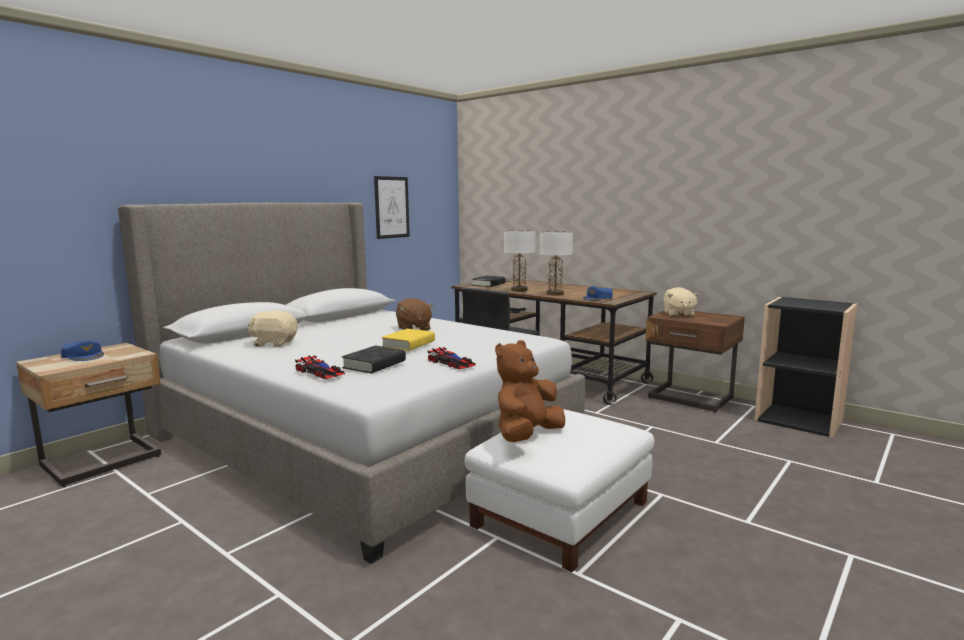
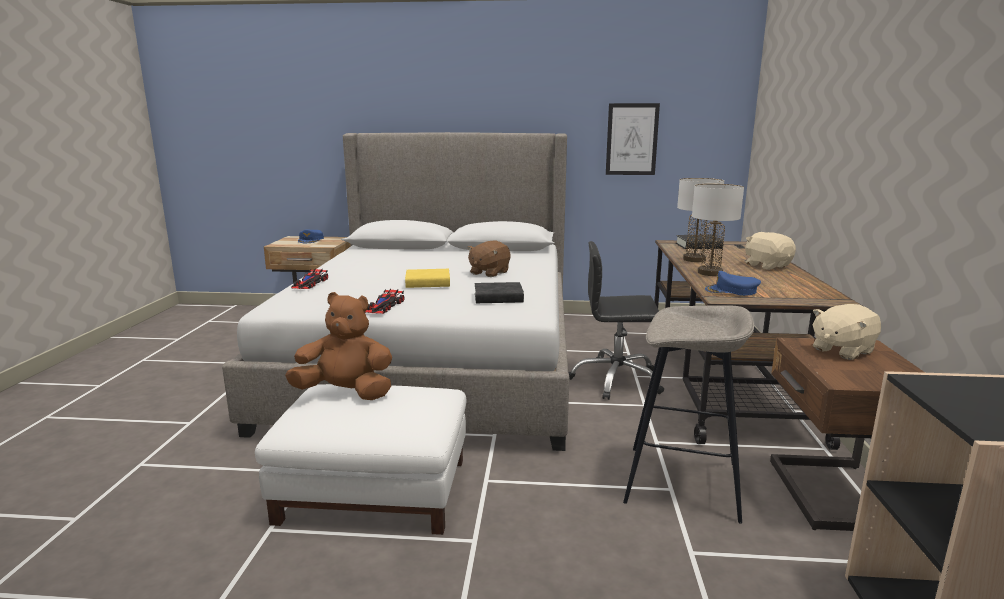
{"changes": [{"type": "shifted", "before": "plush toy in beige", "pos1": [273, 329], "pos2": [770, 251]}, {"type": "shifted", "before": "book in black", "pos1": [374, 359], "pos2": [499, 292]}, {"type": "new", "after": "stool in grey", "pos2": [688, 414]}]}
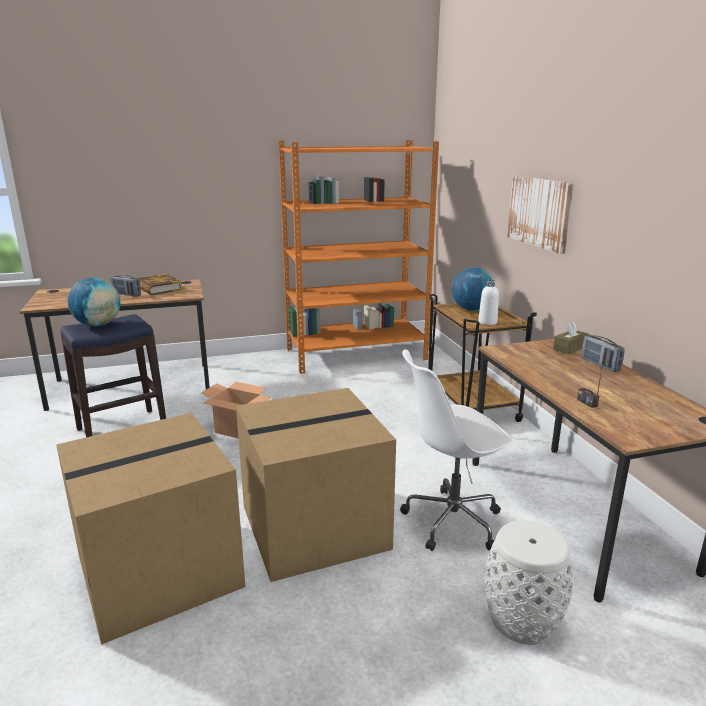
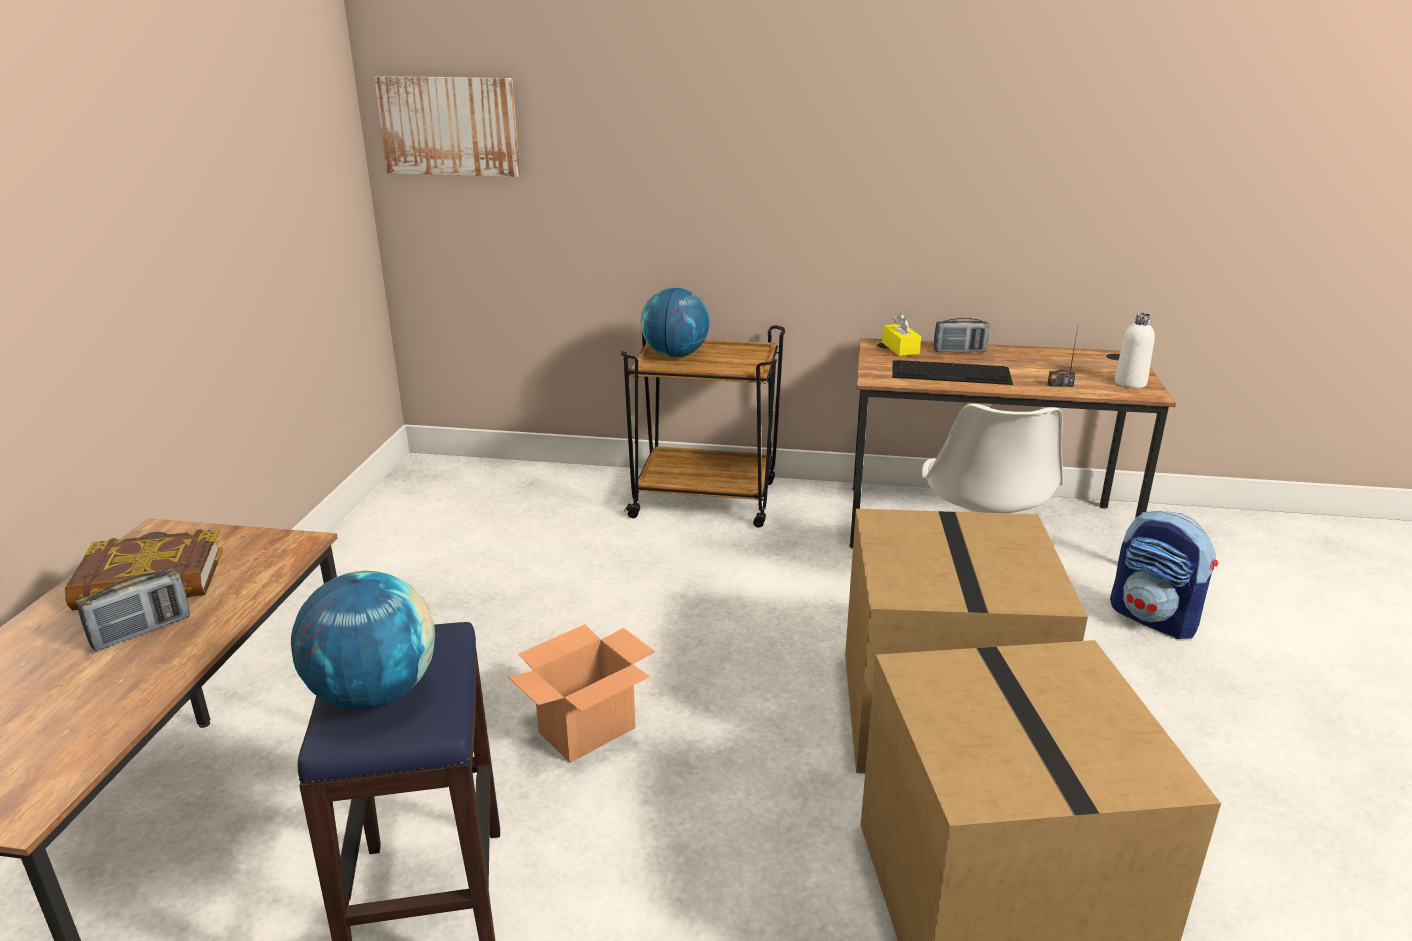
{"changes": [{"type": "gone", "before": "bookcase in orange", "pos1": [358, 257]}, {"type": "shifted", "before": "picture", "pos1": [540, 214], "pos2": [447, 126]}, {"type": "shifted", "before": "bottle in white", "pos1": [488, 302], "pos2": [1135, 350]}, {"type": "repainted", "before": "tissue box in brown", "after": "tissue box in yellow", "pos1": [571, 337], "pos2": [901, 334]}, {"type": "swapped", "before": "stool in white", "after": "backpack", "pos1": [529, 582], "pos2": [1164, 575]}, {"type": "new", "after": "keyboard", "pos2": [952, 372]}]}
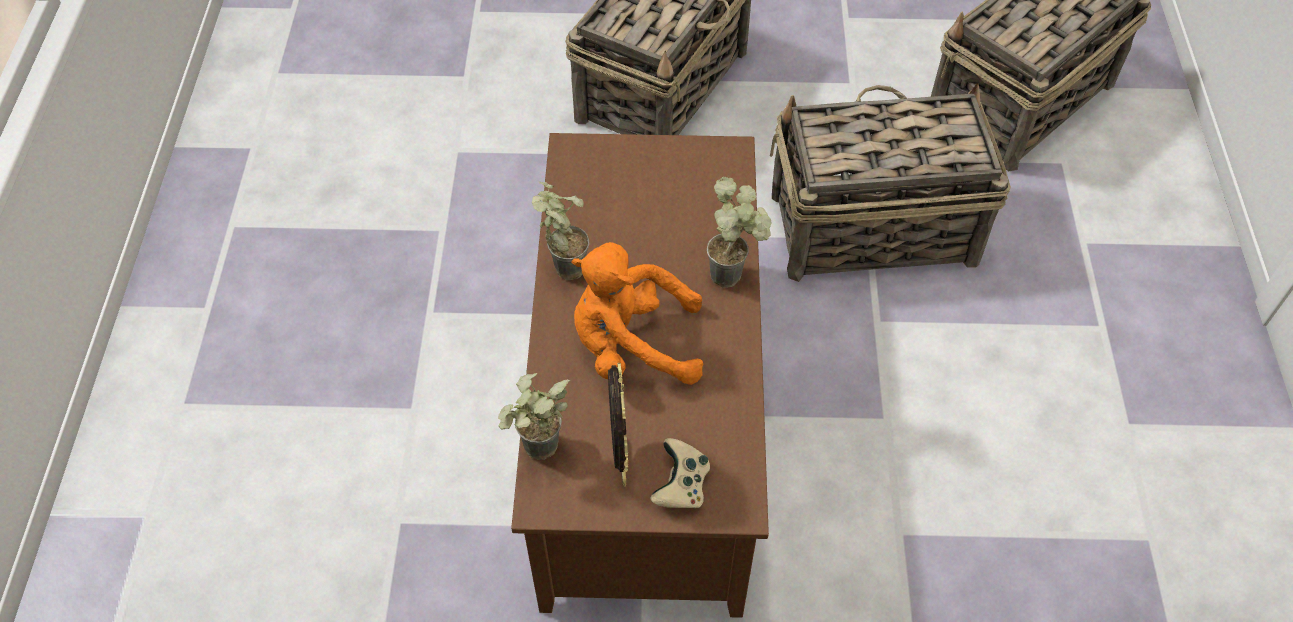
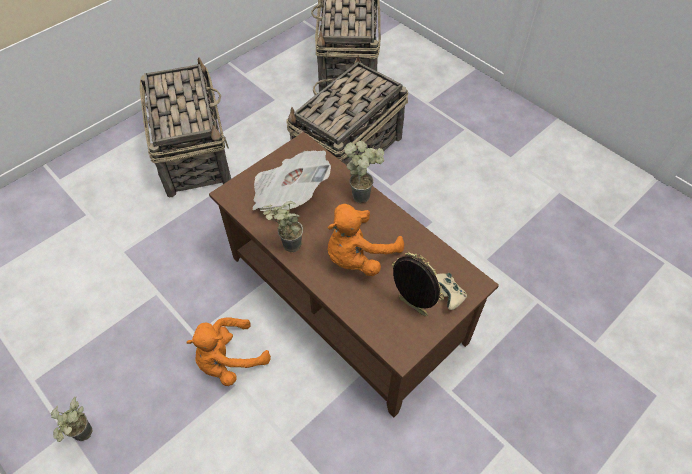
{"changes": [{"type": "shifted", "before": "potted plant", "pos1": [534, 416], "pos2": [71, 419]}, {"type": "new", "after": "newspaper", "pos2": [291, 180]}, {"type": "new", "after": "plush toy in orange", "pos2": [228, 351]}]}
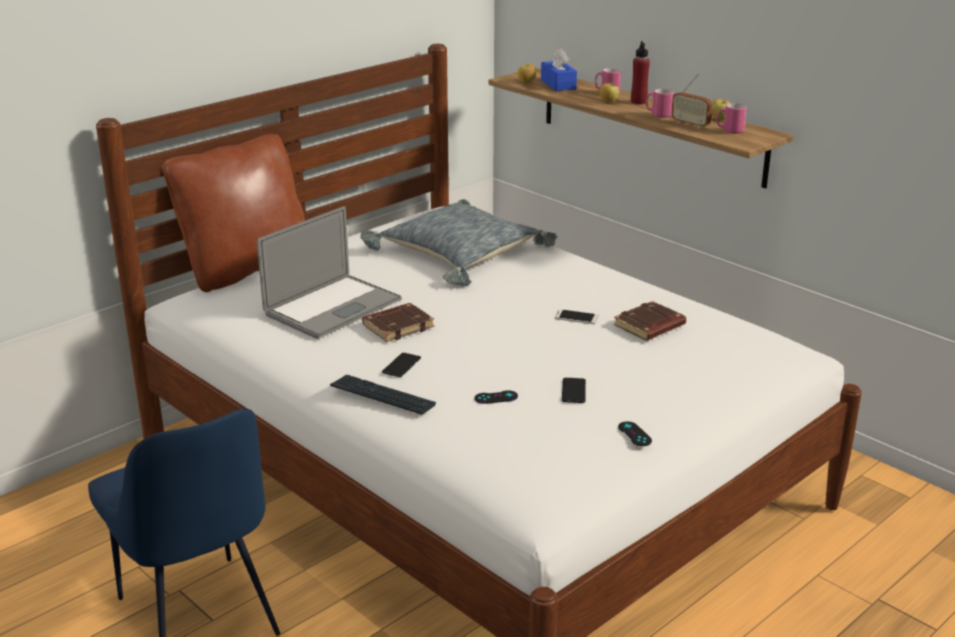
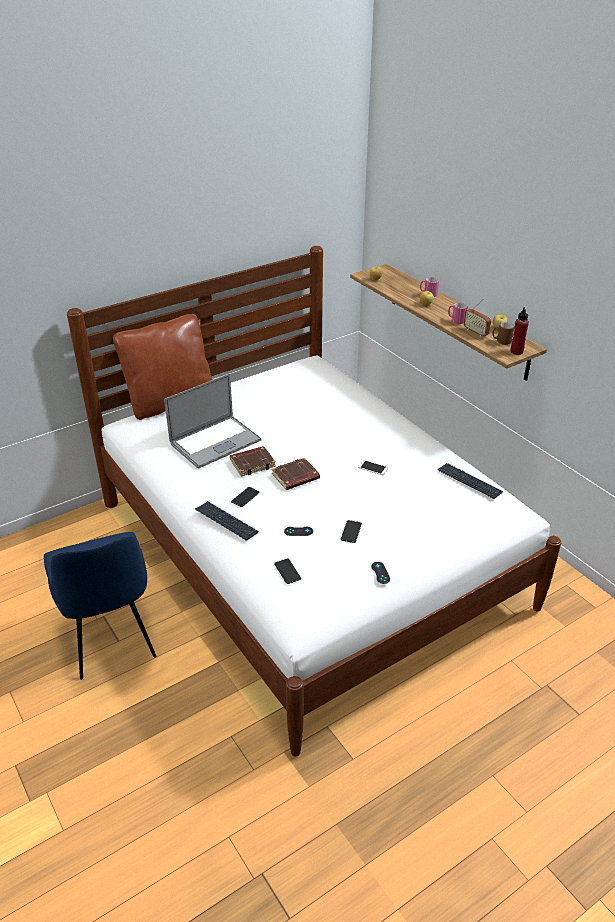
{"changes": [{"type": "shifted", "before": "bottle in red", "pos1": [640, 73], "pos2": [519, 331]}, {"type": "gone", "before": "tissue box in blue", "pos1": [559, 70]}, {"type": "repainted", "before": "mug in pink", "after": "mug in brown", "pos1": [732, 118], "pos2": [503, 333]}, {"type": "gone", "before": "pillow", "pos1": [459, 242]}, {"type": "shifted", "before": "book in brown", "pos1": [650, 321], "pos2": [296, 474]}, {"type": "new", "after": "keyboard", "pos2": [470, 481]}, {"type": "new", "after": "phone", "pos2": [287, 571]}]}
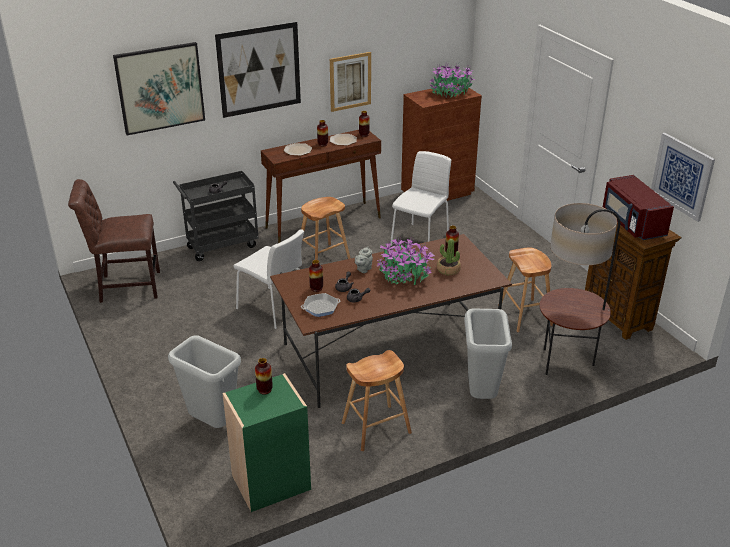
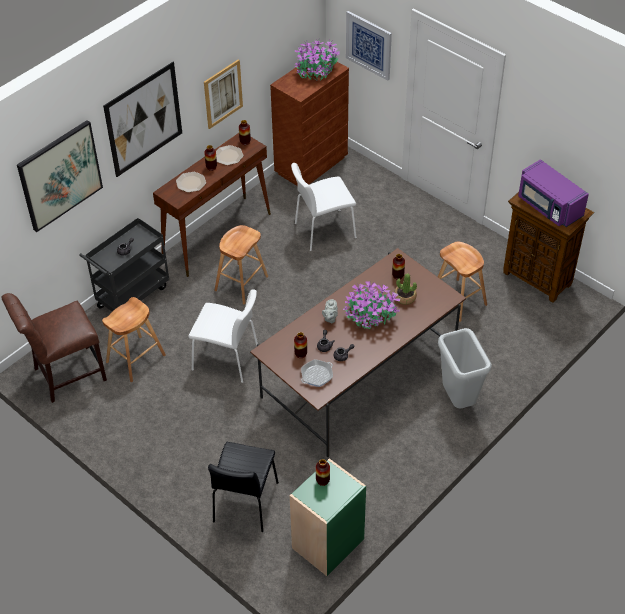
{"changes": [{"type": "shifted", "before": "picture", "pos1": [683, 177], "pos2": [369, 46]}, {"type": "rotated", "before": "chair in white", "pos1": [420, 198], "pos2": [324, 207], "turn": -120}, {"type": "repainted", "before": "microwave in red", "after": "microwave in purple", "pos1": [638, 207], "pos2": [553, 193]}, {"type": "gone", "before": "floor lamp", "pos1": [580, 289]}, {"type": "swapped", "before": "trash can in grey", "after": "chair in black", "pos1": [204, 381], "pos2": [243, 487]}, {"type": "shifted", "before": "stool in brown", "pos1": [377, 400], "pos2": [134, 339]}]}
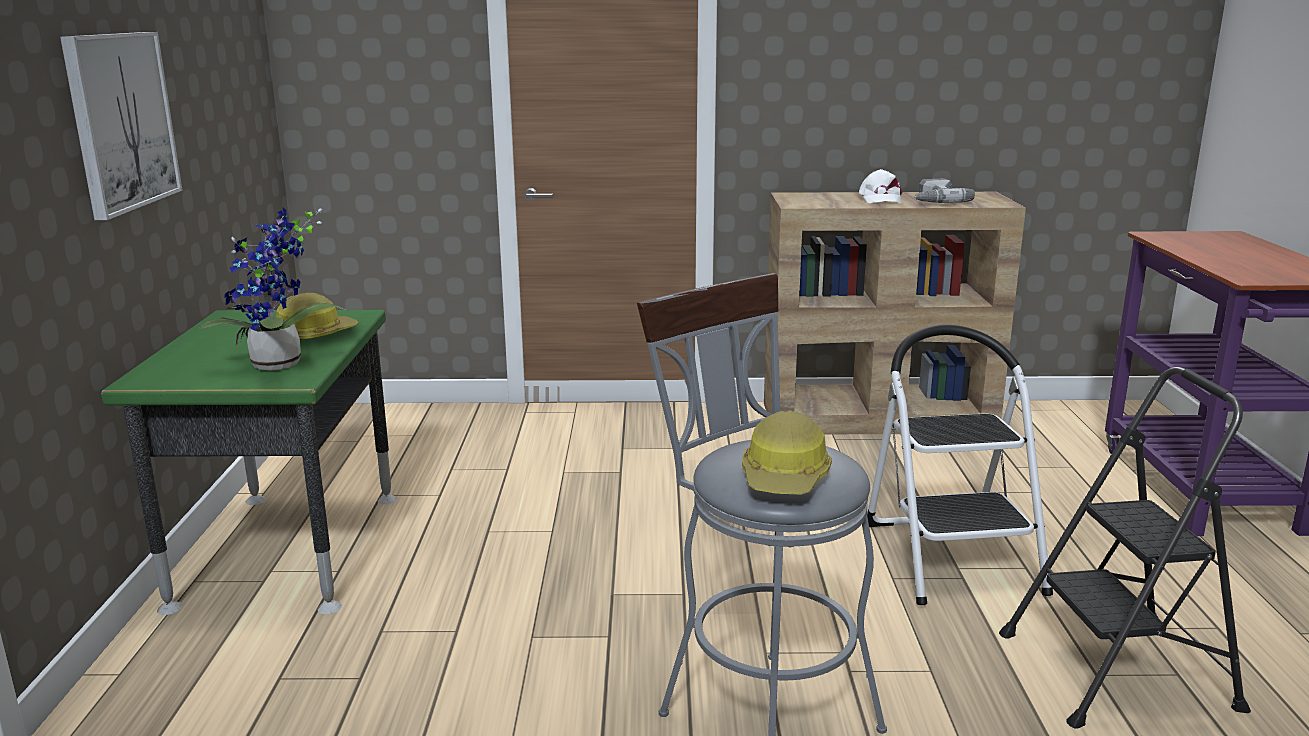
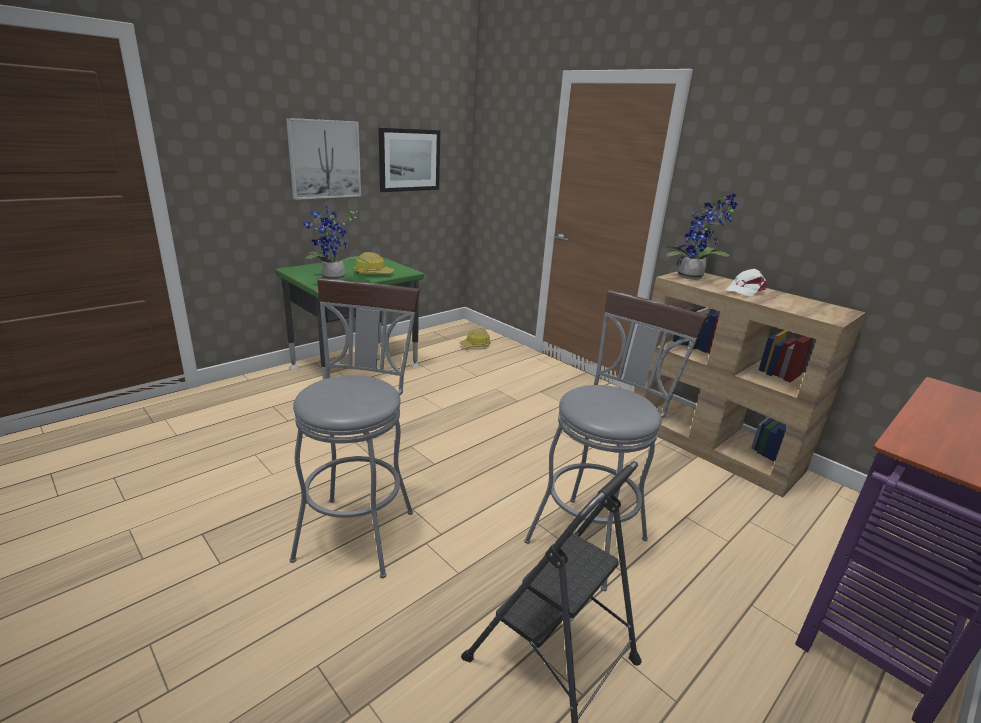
{"changes": [{"type": "gone", "before": "power drill", "pos1": [944, 191]}, {"type": "swapped", "before": "step ladder", "after": "stool in grey", "pos1": [960, 465], "pos2": [616, 440]}, {"type": "shifted", "before": "hard hat", "pos1": [787, 452], "pos2": [475, 338]}, {"type": "new", "after": "picture", "pos2": [409, 160]}, {"type": "new", "after": "potted plant", "pos2": [702, 236]}]}
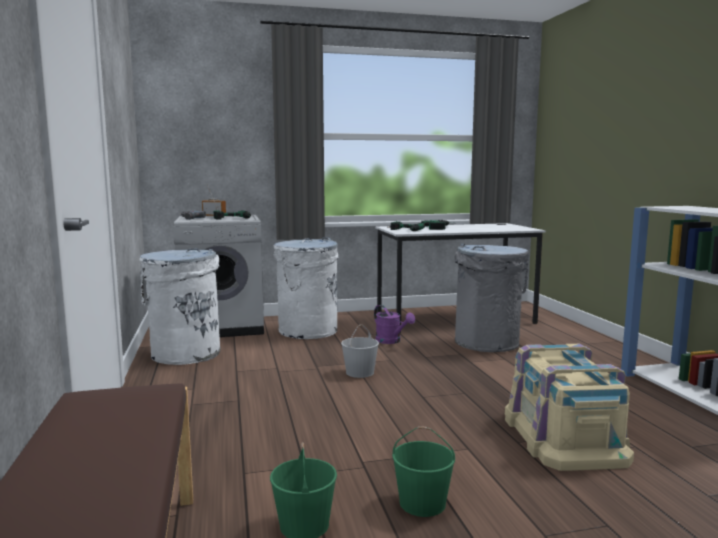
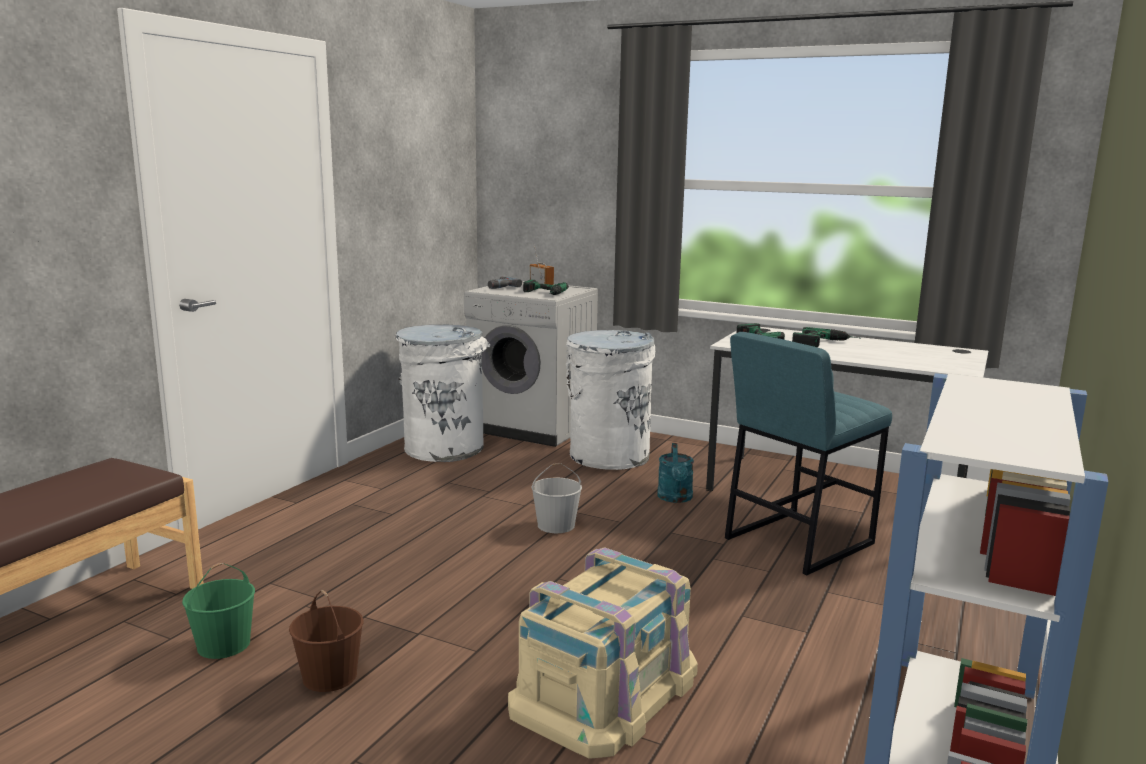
{"changes": [{"type": "swapped", "before": "trash can in grey", "after": "stool in blue", "pos1": [491, 298], "pos2": [808, 453]}, {"type": "repainted", "before": "watering can in purple", "after": "watering can in turquoise", "pos1": [394, 324], "pos2": [675, 473]}, {"type": "repainted", "before": "bucket in green", "after": "bucket in brown", "pos1": [423, 472], "pos2": [326, 641]}]}
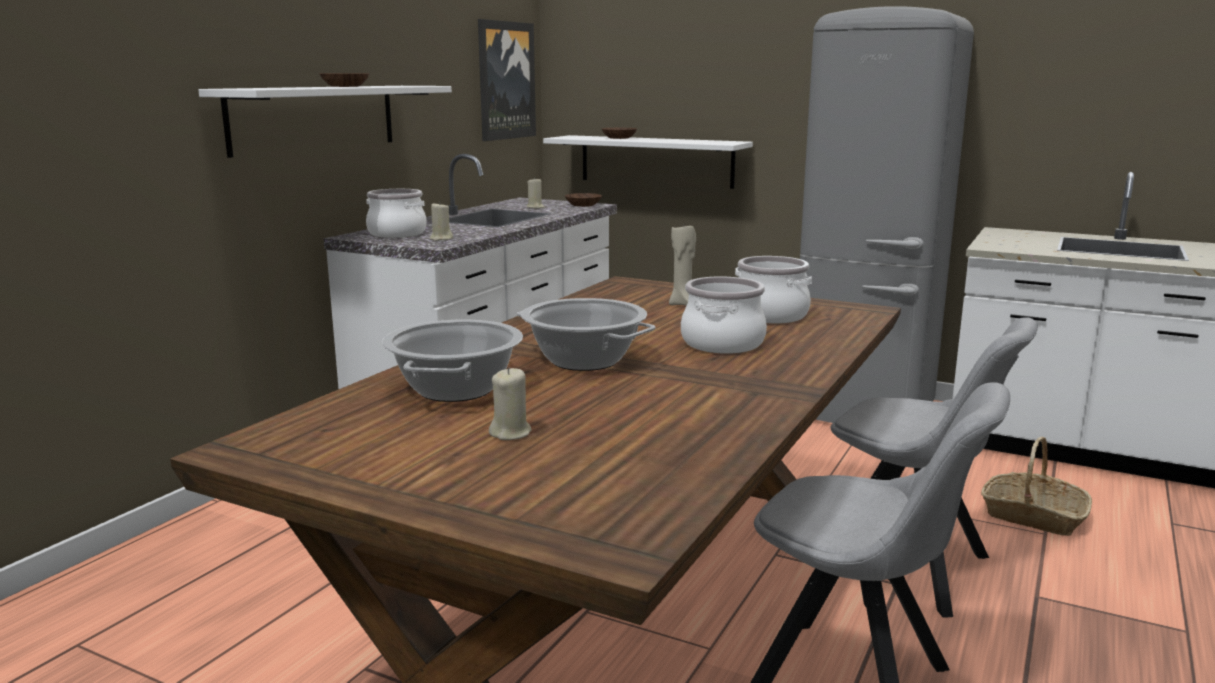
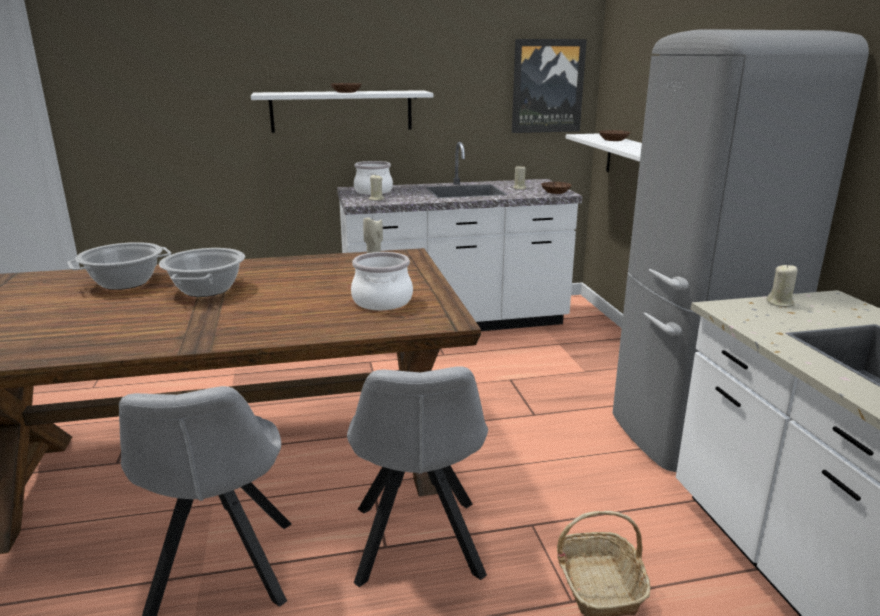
{"changes": [{"type": "gone", "before": "cooking pot", "pos1": [724, 315]}, {"type": "shifted", "before": "candle in beige", "pos1": [510, 404], "pos2": [782, 285]}]}
